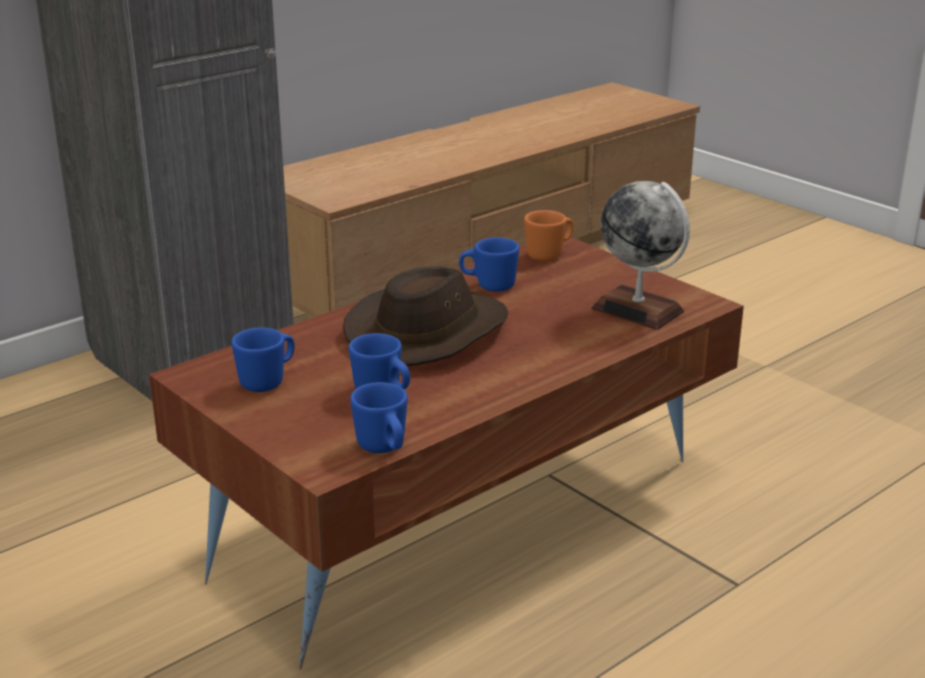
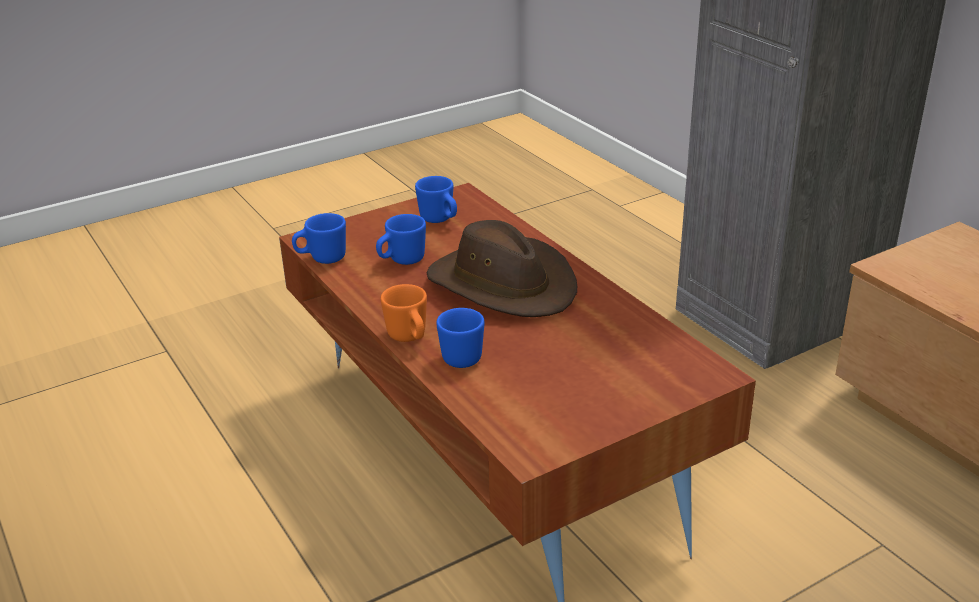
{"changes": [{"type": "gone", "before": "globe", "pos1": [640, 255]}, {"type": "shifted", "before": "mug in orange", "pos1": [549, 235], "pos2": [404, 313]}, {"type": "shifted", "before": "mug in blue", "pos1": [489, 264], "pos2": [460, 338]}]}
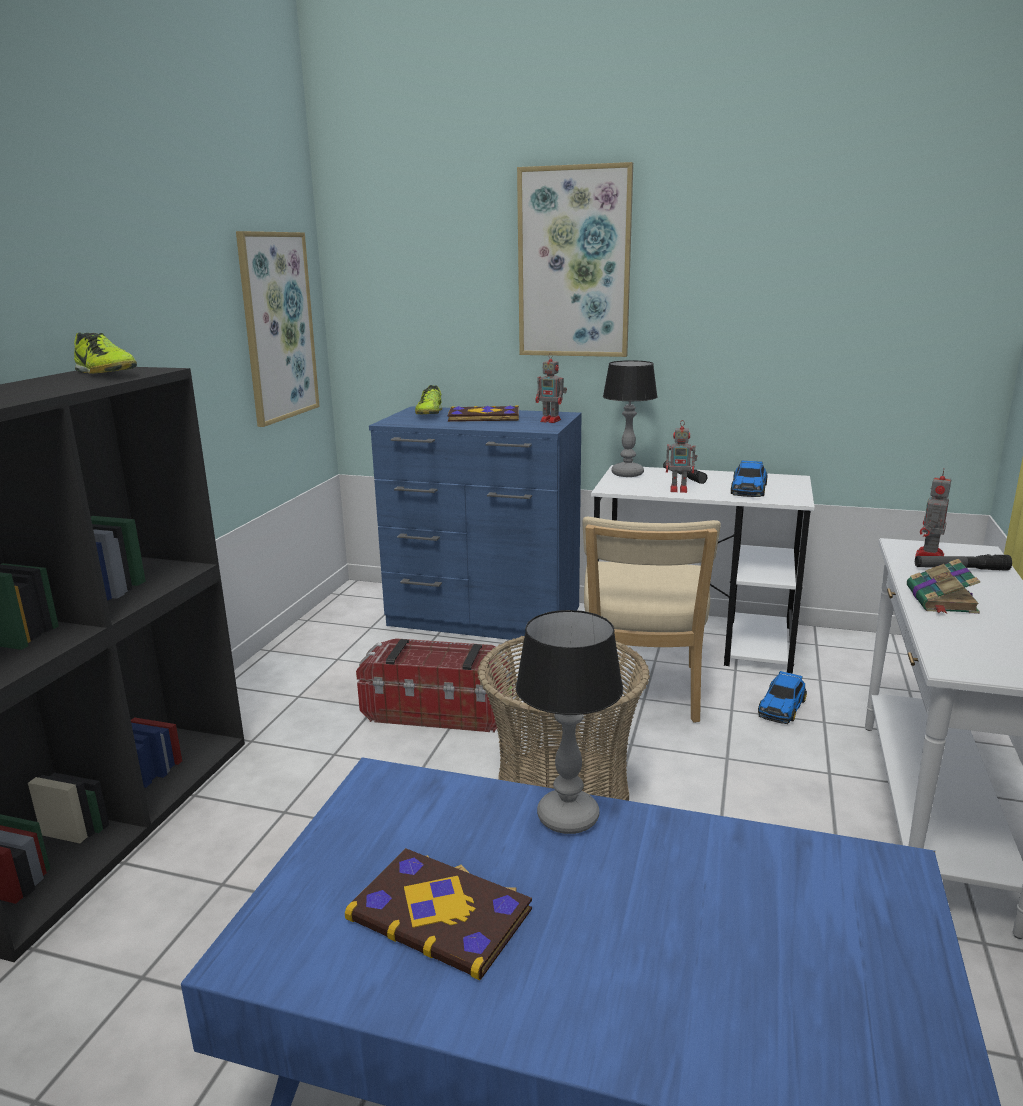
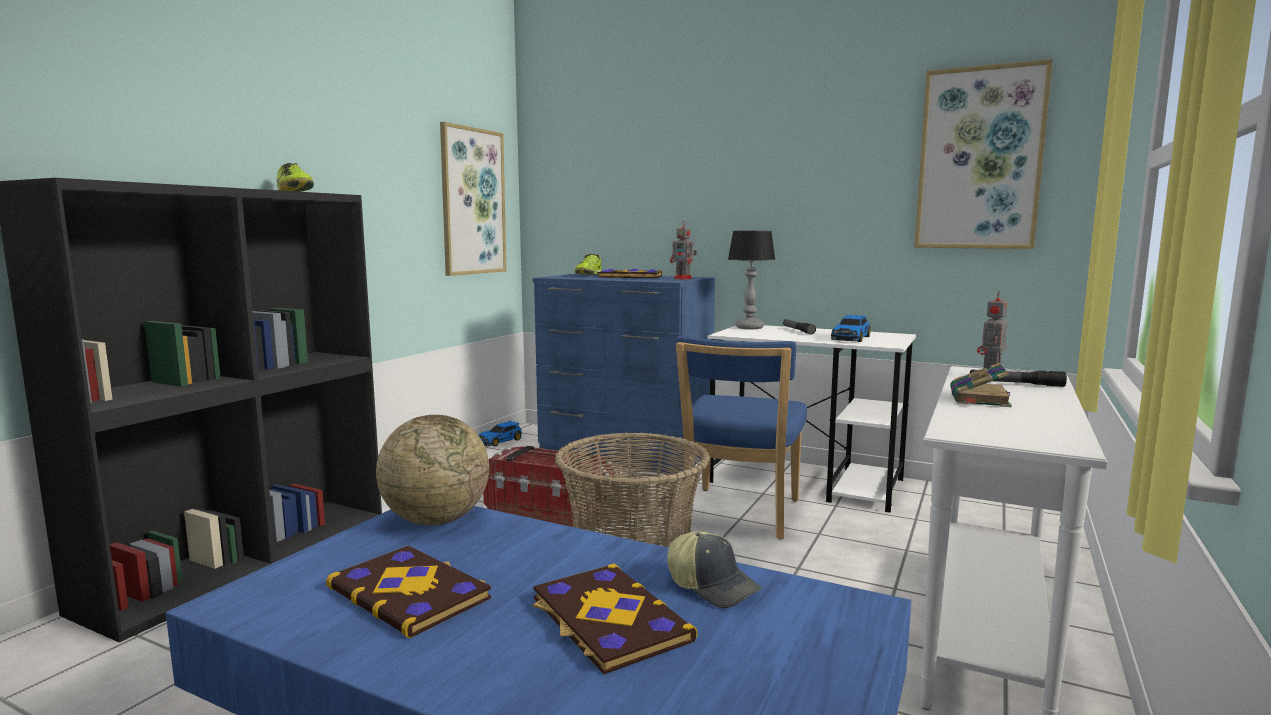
{"changes": [{"type": "shifted", "before": "picture", "pos1": [575, 259], "pos2": [983, 154]}, {"type": "gone", "before": "toy robot", "pos1": [681, 456]}, {"type": "repainted", "before": "chair in beige", "after": "chair in blue", "pos1": [651, 620], "pos2": [741, 438]}, {"type": "gone", "before": "table lamp", "pos1": [569, 722]}, {"type": "shifted", "before": "toy car", "pos1": [782, 697], "pos2": [500, 433]}, {"type": "new", "after": "globe", "pos2": [432, 470]}, {"type": "new", "after": "cap", "pos2": [714, 570]}, {"type": "new", "after": "book", "pos2": [615, 618]}]}
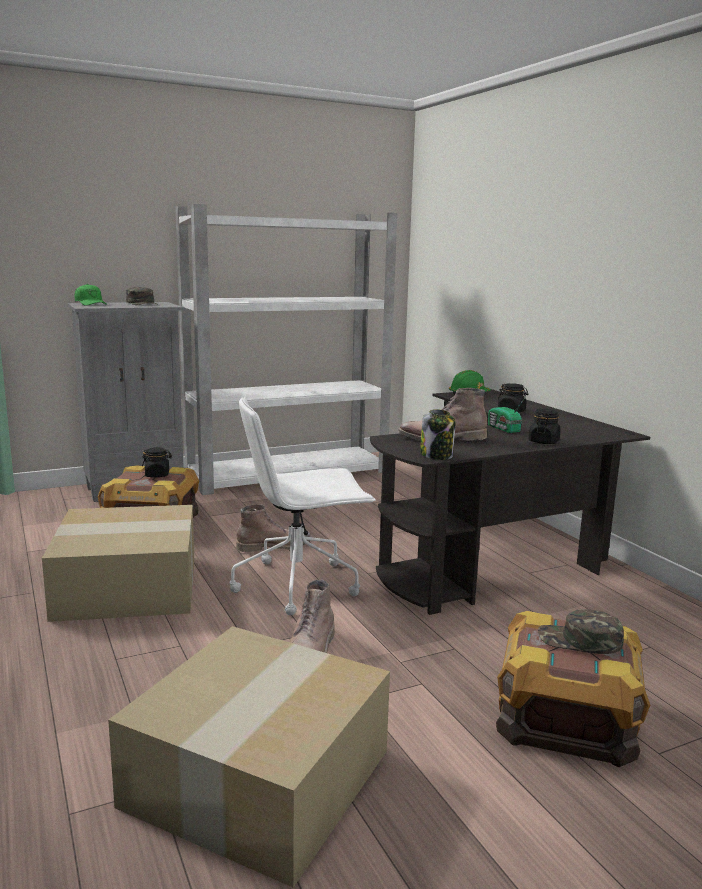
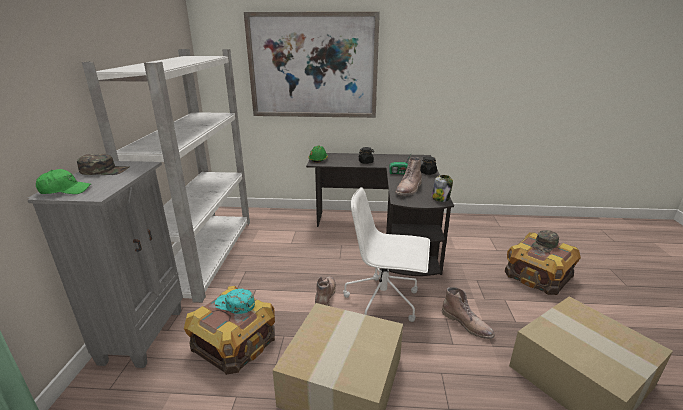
{"changes": [{"type": "rotated", "before": "office chair in white", "pos1": [302, 505], "pos2": [386, 254], "turn": 90}, {"type": "swapped", "before": "jar in black", "after": "cap in turquoise", "pos1": [157, 462], "pos2": [235, 301]}, {"type": "new", "after": "picture", "pos2": [312, 65]}]}
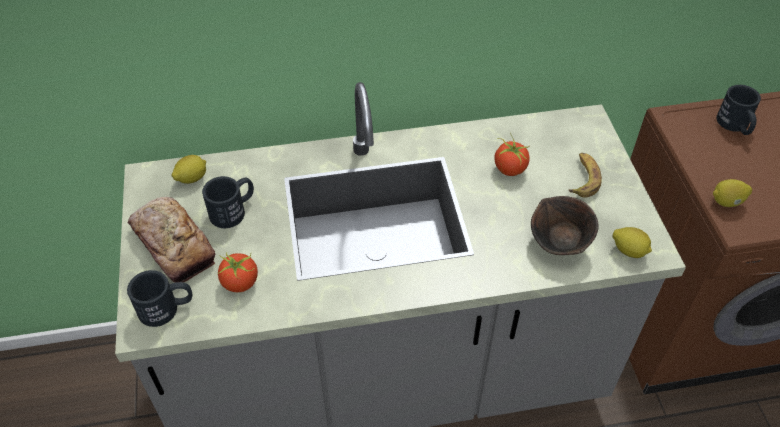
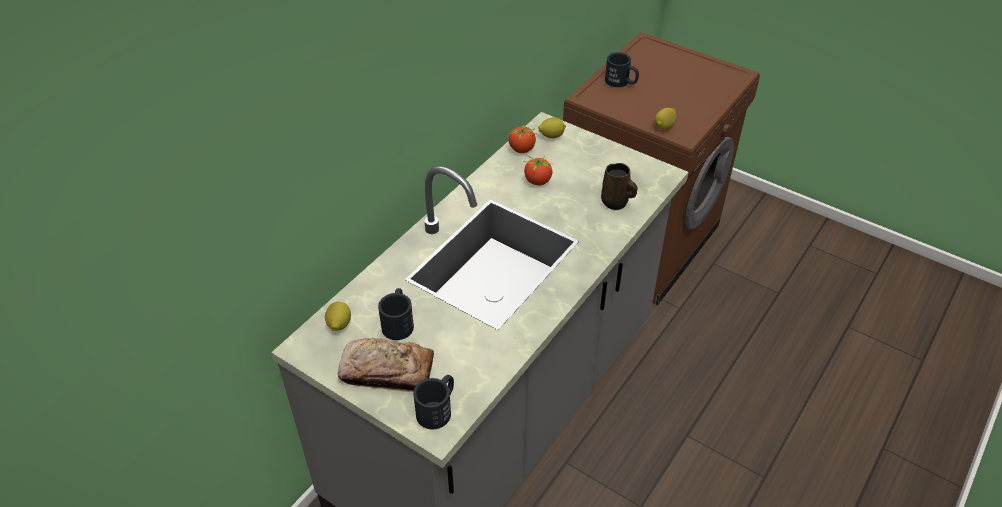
{"changes": [{"type": "gone", "before": "banana", "pos1": [585, 175]}, {"type": "swapped", "before": "bowl in brown", "after": "mug in brown", "pos1": [565, 225], "pos2": [619, 186]}, {"type": "shifted", "before": "lemon", "pos1": [632, 242], "pos2": [552, 127]}, {"type": "shifted", "before": "tomato", "pos1": [237, 272], "pos2": [522, 138]}]}
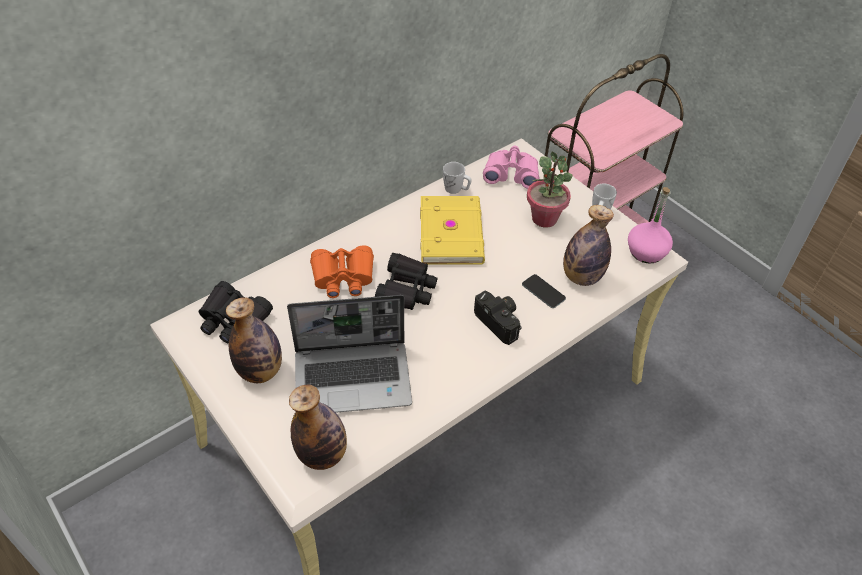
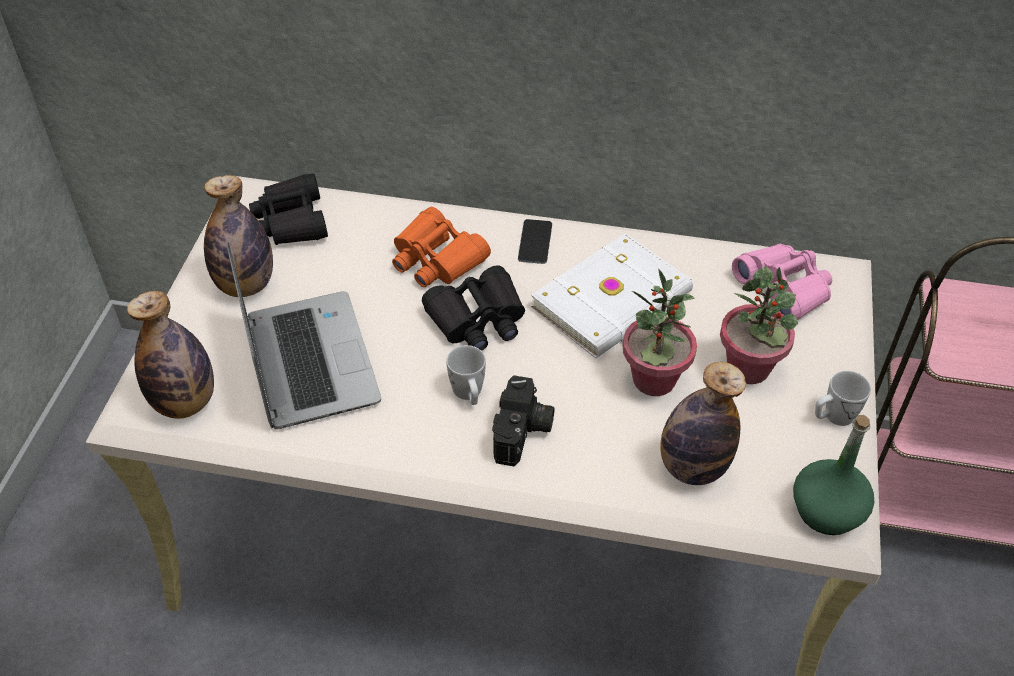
{"changes": [{"type": "shifted", "before": "mug in white", "pos1": [457, 178], "pos2": [466, 375]}, {"type": "repainted", "before": "bottle in pink", "after": "bottle in green", "pos1": [650, 225], "pos2": [833, 475]}, {"type": "repainted", "before": "book in yellow", "after": "book in white", "pos1": [452, 230], "pos2": [612, 295]}, {"type": "shifted", "before": "phone", "pos1": [544, 291], "pos2": [535, 241]}, {"type": "rotated", "before": "laptop", "pos1": [349, 354], "pos2": [304, 336], "turn": -150}, {"type": "new", "after": "potted plant", "pos2": [659, 332]}]}
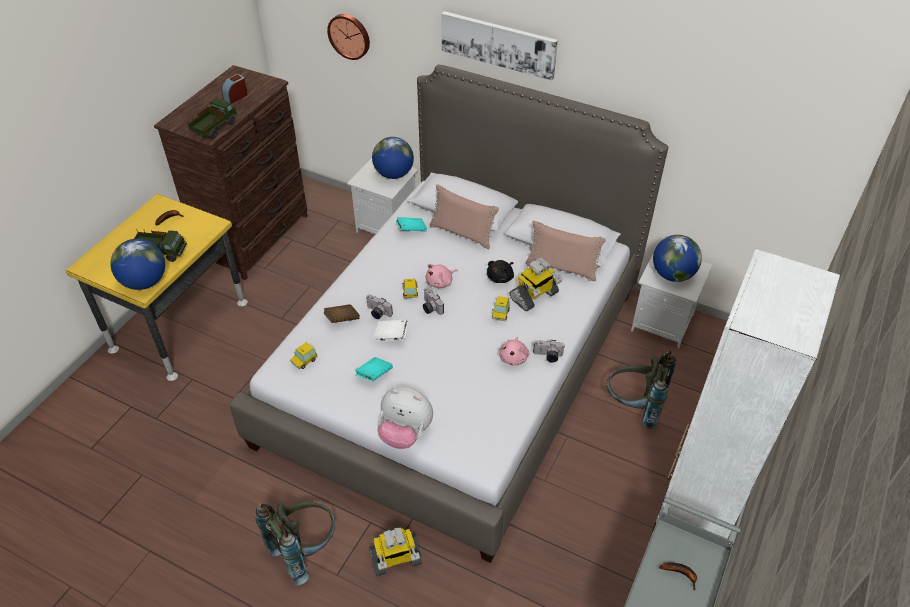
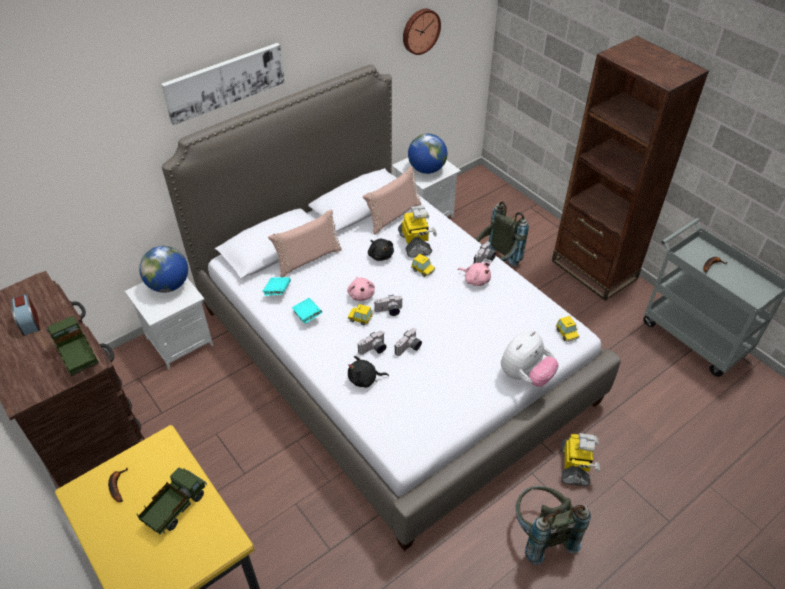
{"changes": [{"type": "shifted", "before": "wall clock", "pos1": [348, 37], "pos2": [422, 32]}, {"type": "gone", "before": "globe", "pos1": [137, 264]}, {"type": "repainted", "before": "bookcase in white", "after": "bookcase in brown", "pos1": [746, 394], "pos2": [630, 168]}, {"type": "swapped", "before": "book in brown", "after": "plush toy in black", "pos1": [342, 313], "pos2": [368, 371]}, {"type": "swapped", "before": "book in white", "after": "photo camera", "pos1": [391, 330], "pos2": [408, 342]}, {"type": "shifted", "before": "toy car", "pos1": [304, 356], "pos2": [567, 329]}, {"type": "shifted", "before": "book in turquoise", "pos1": [374, 369], "pos2": [307, 311]}]}
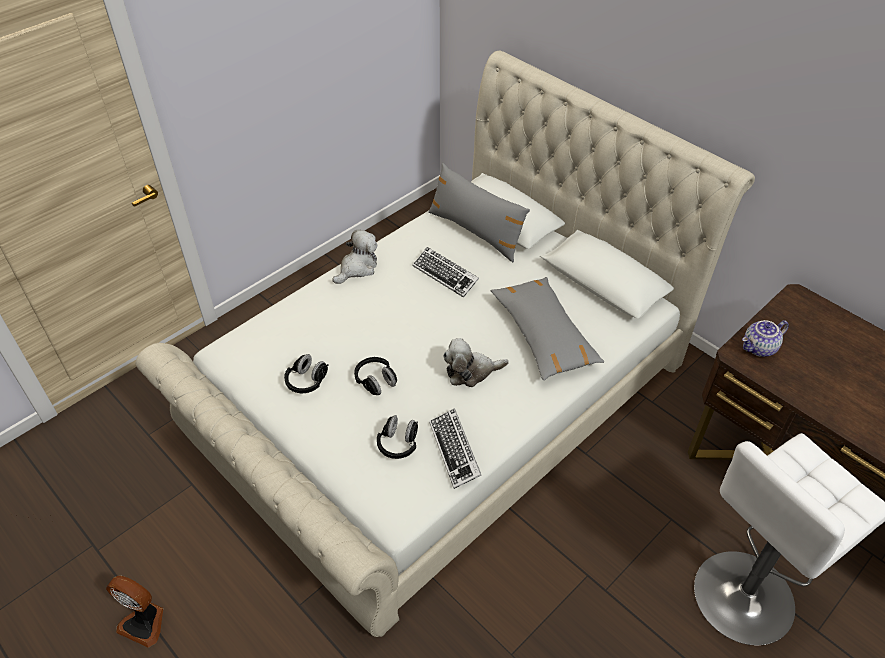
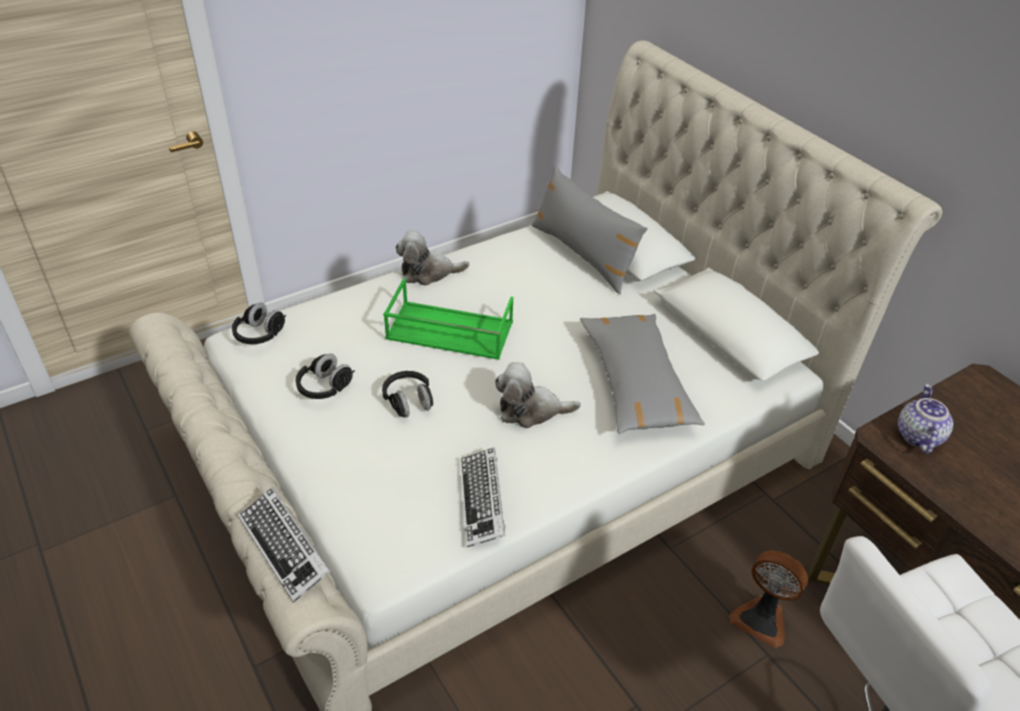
{"changes": [{"type": "rotated", "before": "plush toy", "pos1": [355, 256], "pos2": [432, 258], "turn": -150}, {"type": "shifted", "before": "keyboard", "pos1": [445, 272], "pos2": [284, 545]}, {"type": "rotated", "before": "teapot", "pos1": [765, 338], "pos2": [925, 419], "turn": 120}, {"type": "shifted", "before": "headphones in black", "pos1": [397, 437], "pos2": [259, 323]}, {"type": "shifted", "before": "fan", "pos1": [134, 611], "pos2": [769, 599]}, {"type": "new", "after": "tray in green", "pos2": [448, 319]}]}
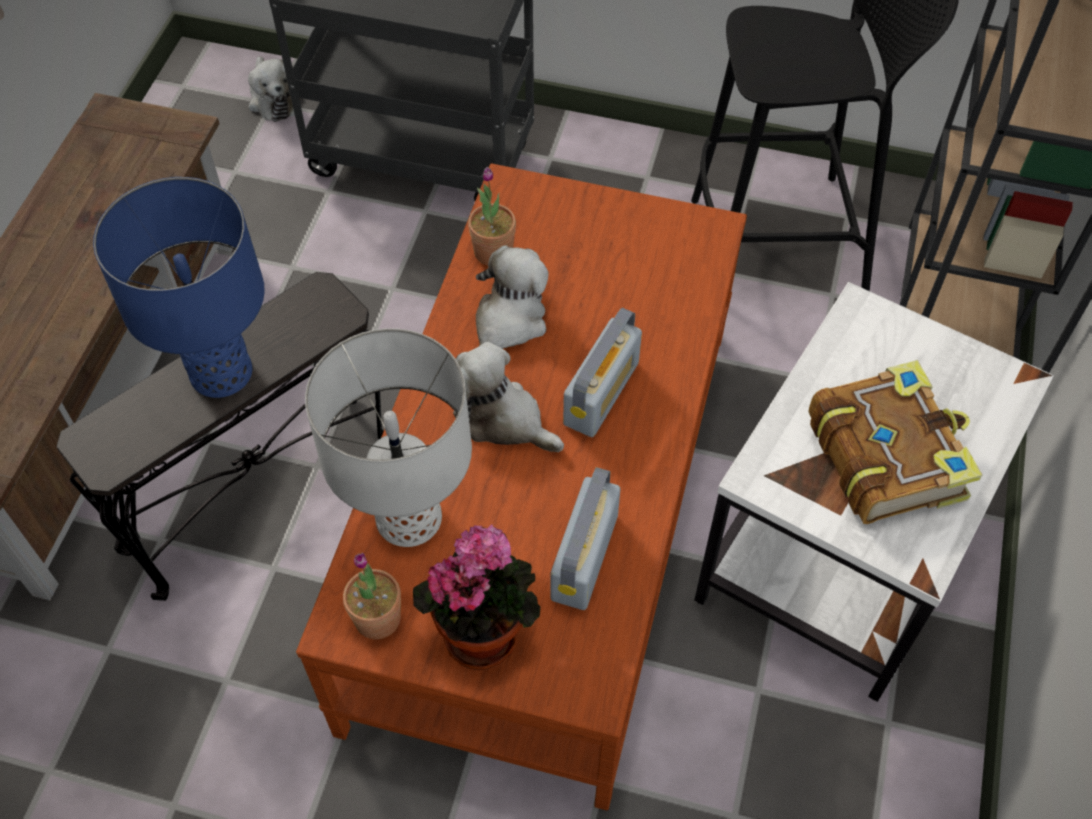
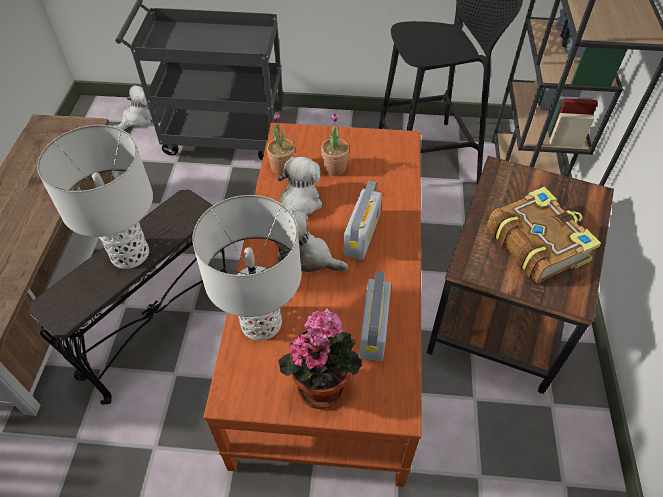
{"changes": [{"type": "rotated", "before": "plush toy", "pos1": [274, 89], "pos2": [134, 107], "turn": -105}, {"type": "repainted", "before": "table lamp in blue", "after": "table lamp in white", "pos1": [179, 287], "pos2": [95, 197]}, {"type": "repainted", "before": "side table in white", "after": "side table in brown", "pos1": [874, 492], "pos2": [520, 275]}, {"type": "shifted", "before": "potted plant", "pos1": [372, 596], "pos2": [335, 144]}]}
